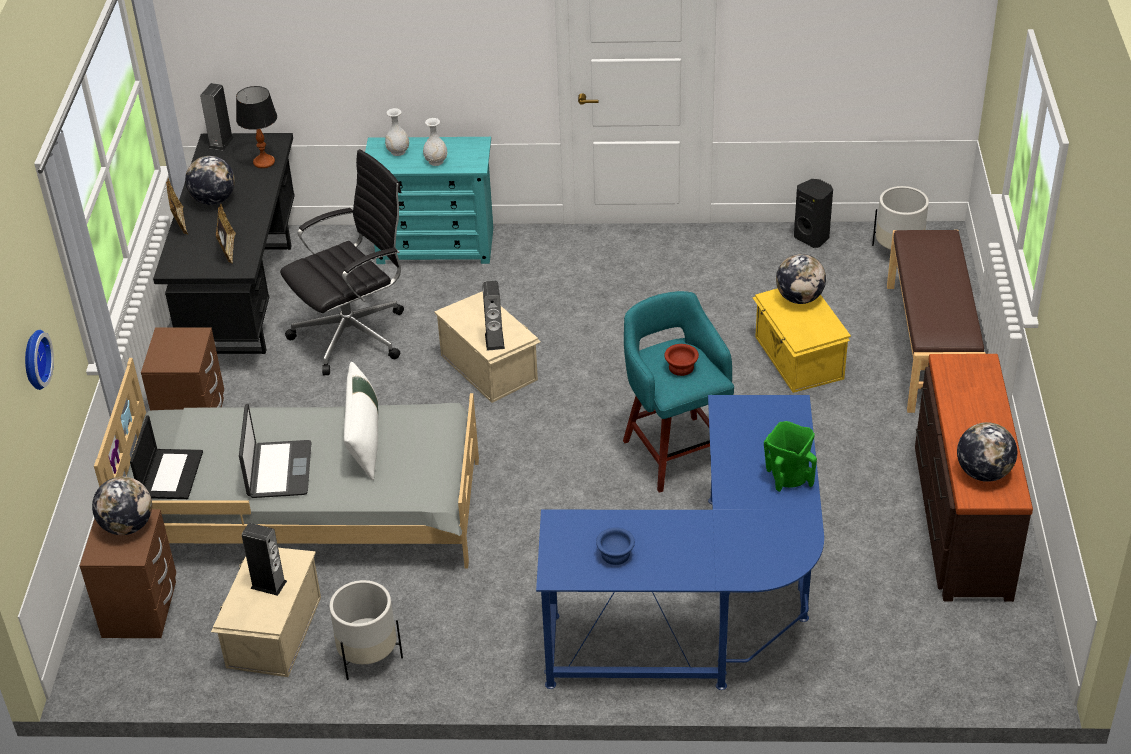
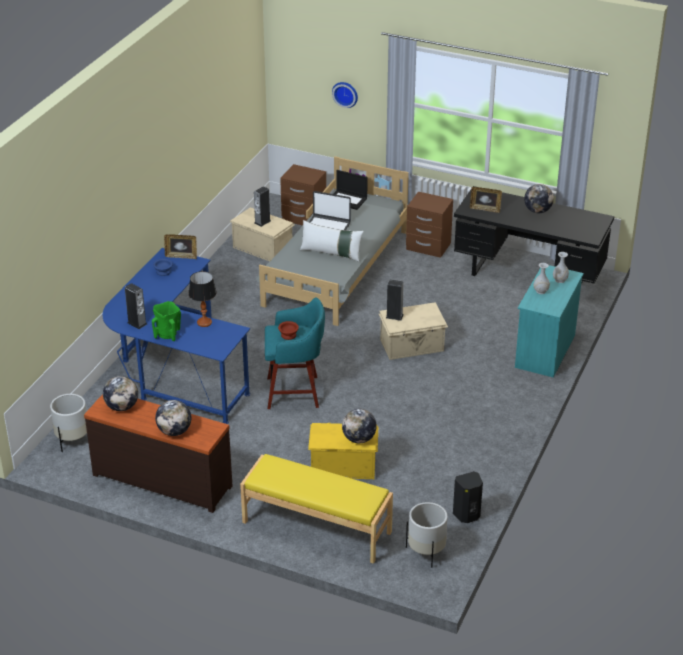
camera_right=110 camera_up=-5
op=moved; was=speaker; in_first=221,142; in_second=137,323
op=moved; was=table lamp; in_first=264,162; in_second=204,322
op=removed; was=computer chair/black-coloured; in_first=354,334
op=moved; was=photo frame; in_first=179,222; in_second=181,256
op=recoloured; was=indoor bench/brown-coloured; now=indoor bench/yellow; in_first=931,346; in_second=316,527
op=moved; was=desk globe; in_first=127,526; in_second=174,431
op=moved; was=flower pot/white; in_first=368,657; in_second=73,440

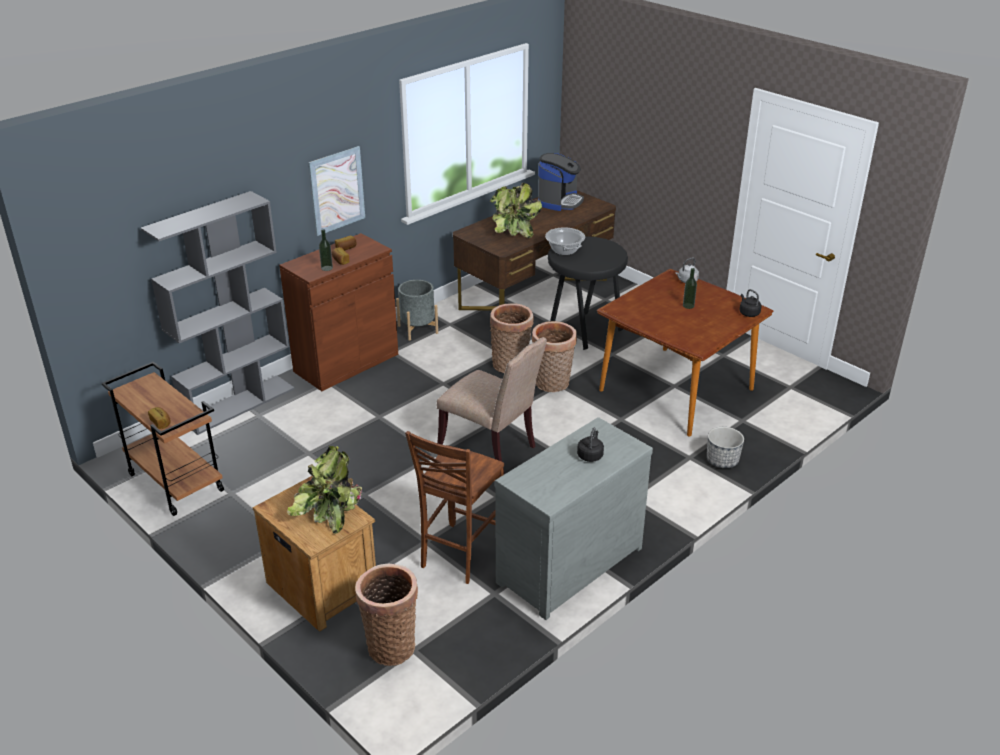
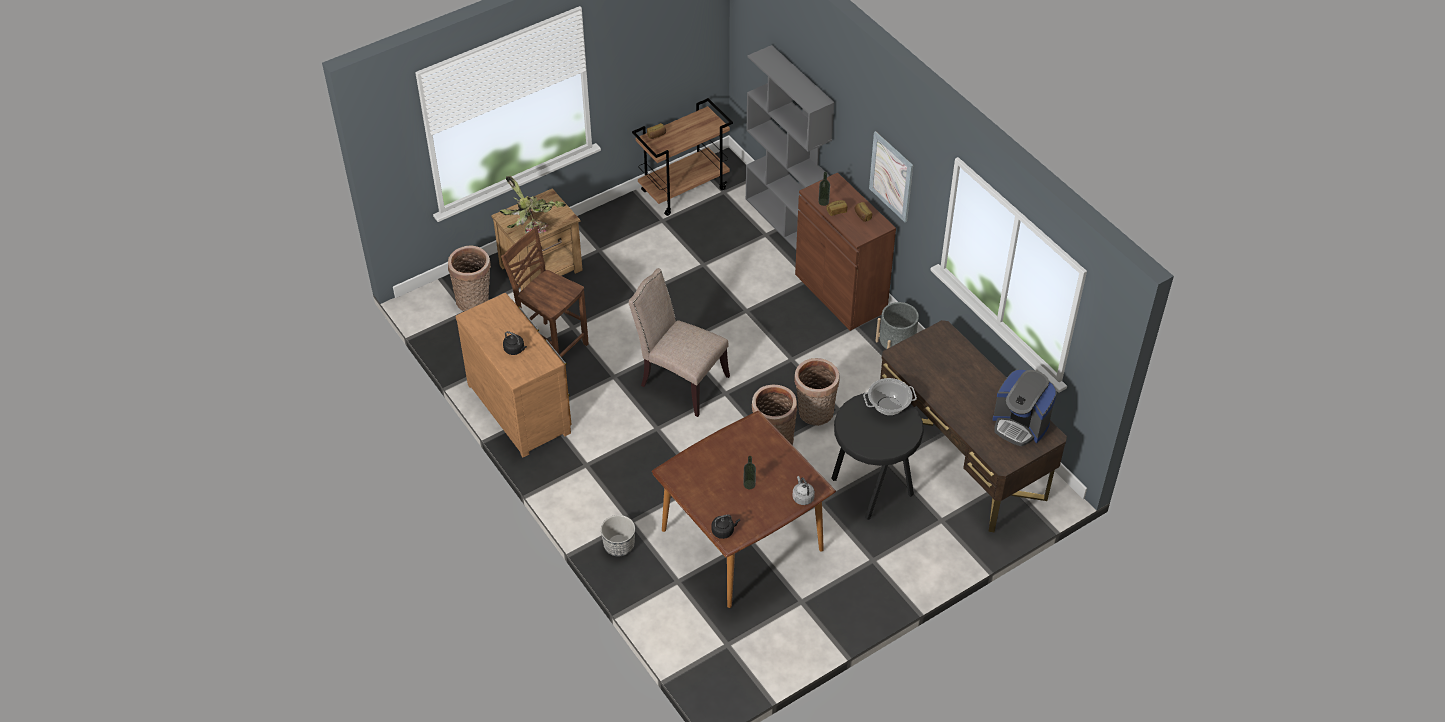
camera_right=100 camera_up=15
op=removed; was=plant in a pot; in_first=512,230
op=turned; was=plain chair/beige; in_first=491,448; in_second=680,381; clockwise=75
op=recoloured; was=dresser/grey; now=dresser/brown-coloured; in_first=566,563; in_second=521,406

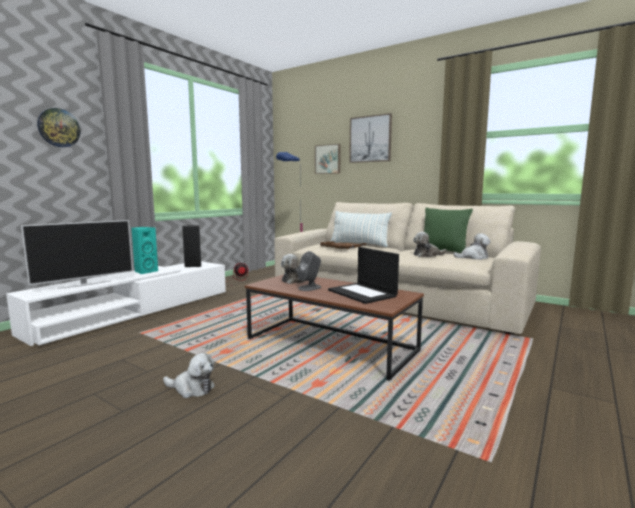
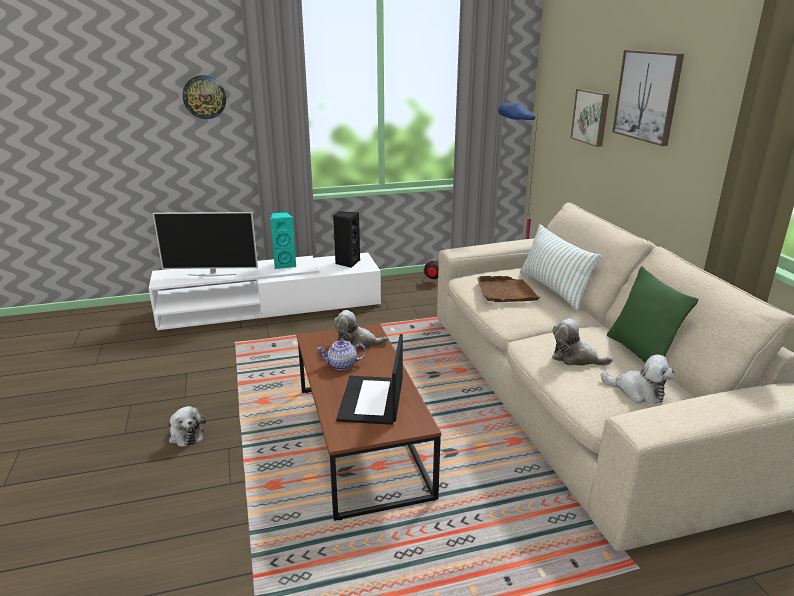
camera_right=40 camera_up=15
op=replaced; was=speaker/grey; now=pot for tea; in_first=310,288; in_second=342,365

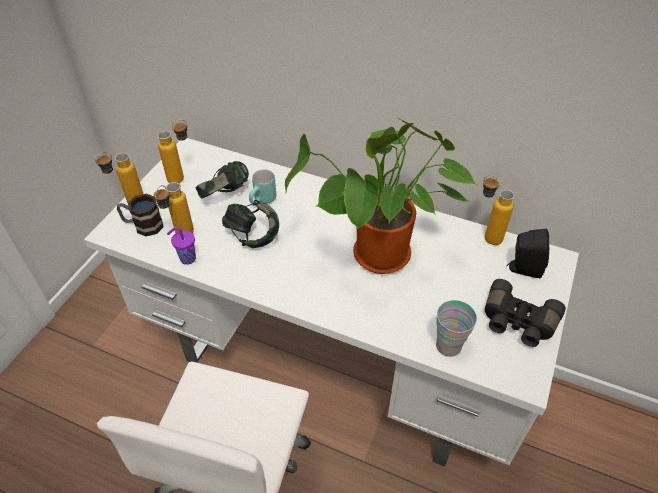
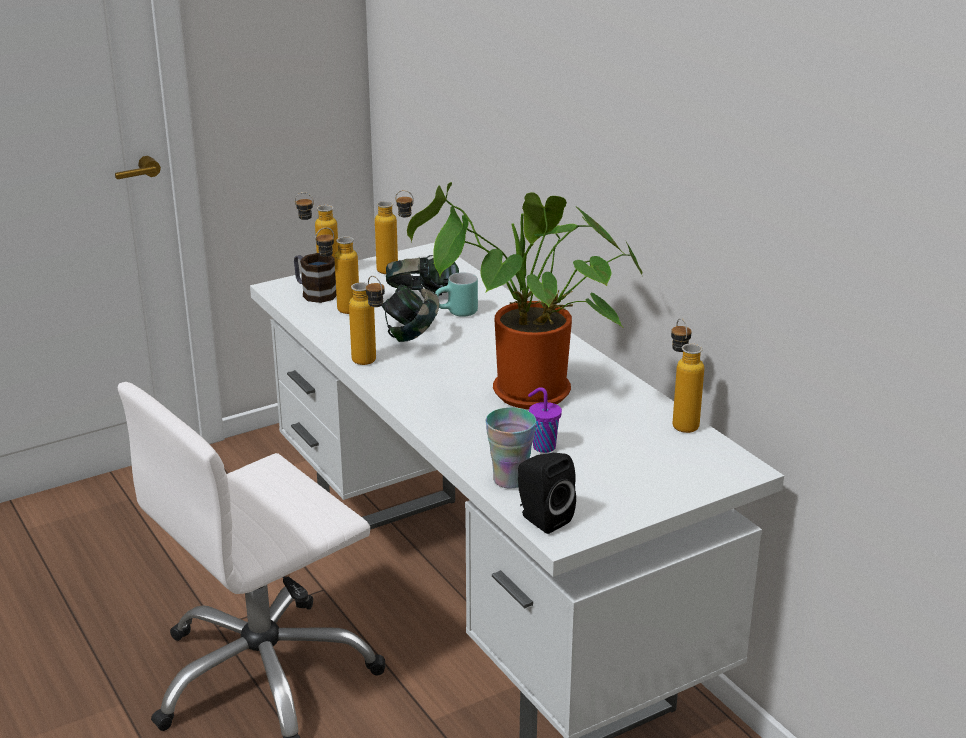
camera_right=35 camera_up=-20
op=moved; was=drinking cup/purple; in_first=187,259; in_second=542,447
op=moved; was=speaker/black-coloured; in_first=523,268; in_second=541,519
op=removed; was=pair of binoculars/black-coloured; in_first=517,322
op=added; now=beverage bottle; in_second=370,363

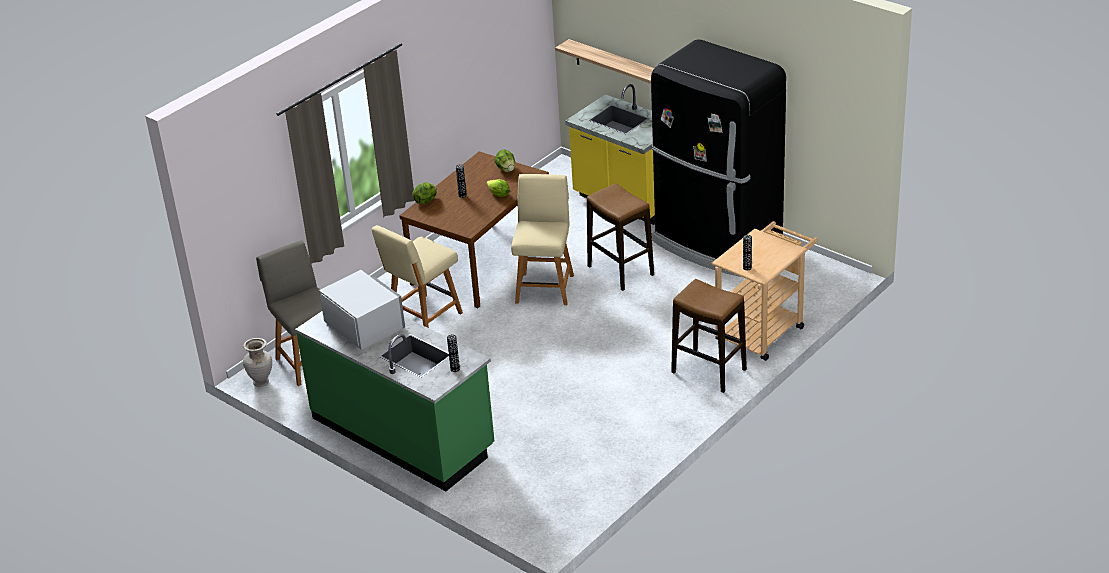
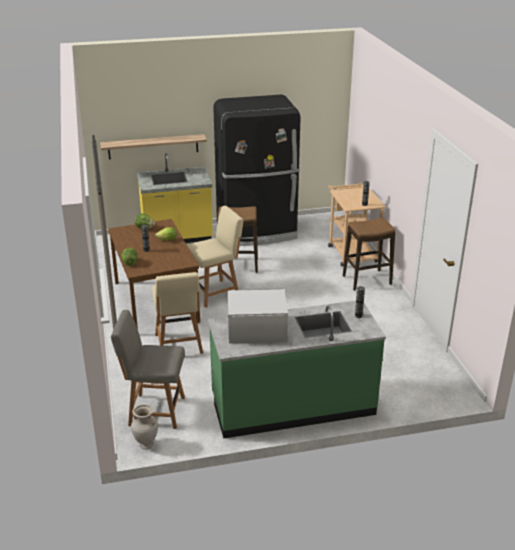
camera_right=-55 camera_up=-5
op=turned; was=plain chair/beige; in_first=545,287; in_second=215,293; clockwise=105

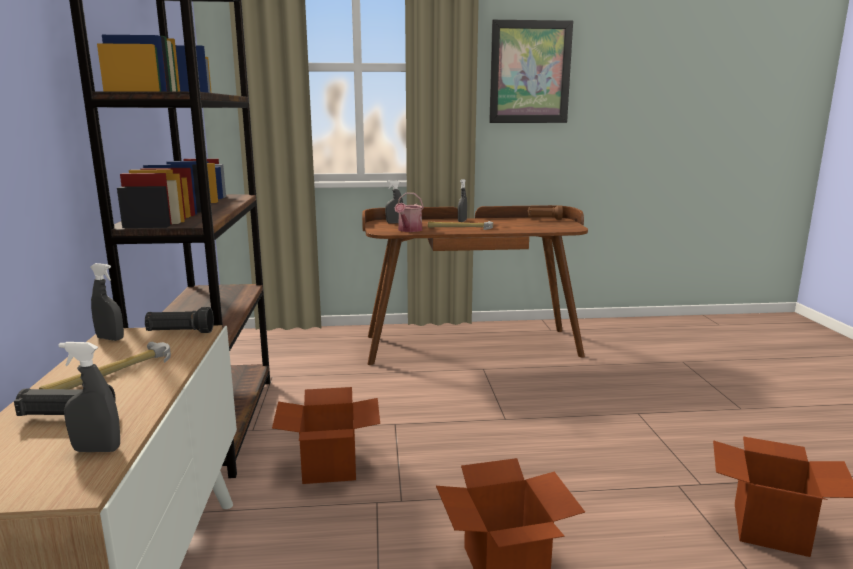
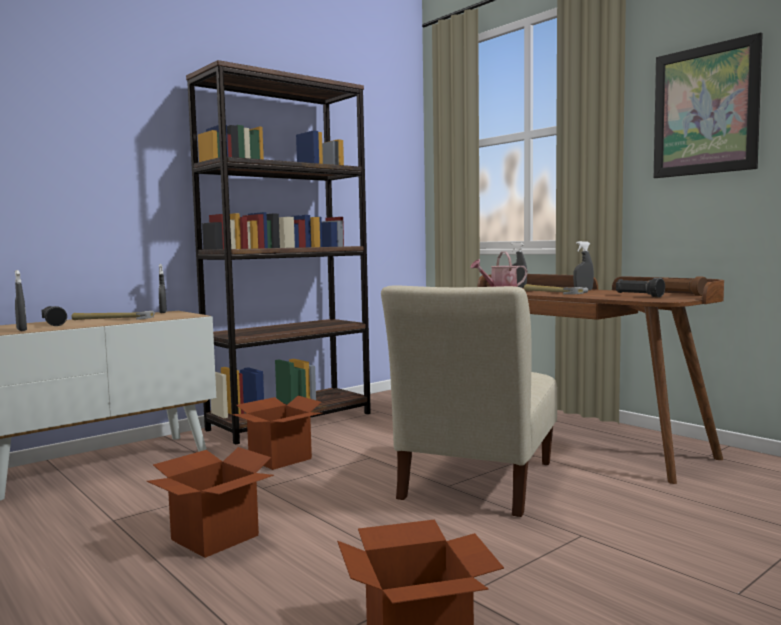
camera_right=55 camera_up=-10
op=moved; was=torch/black-coloured; in_first=180,332; in_second=638,296
op=added; now=plain chair/beige; in_second=476,484

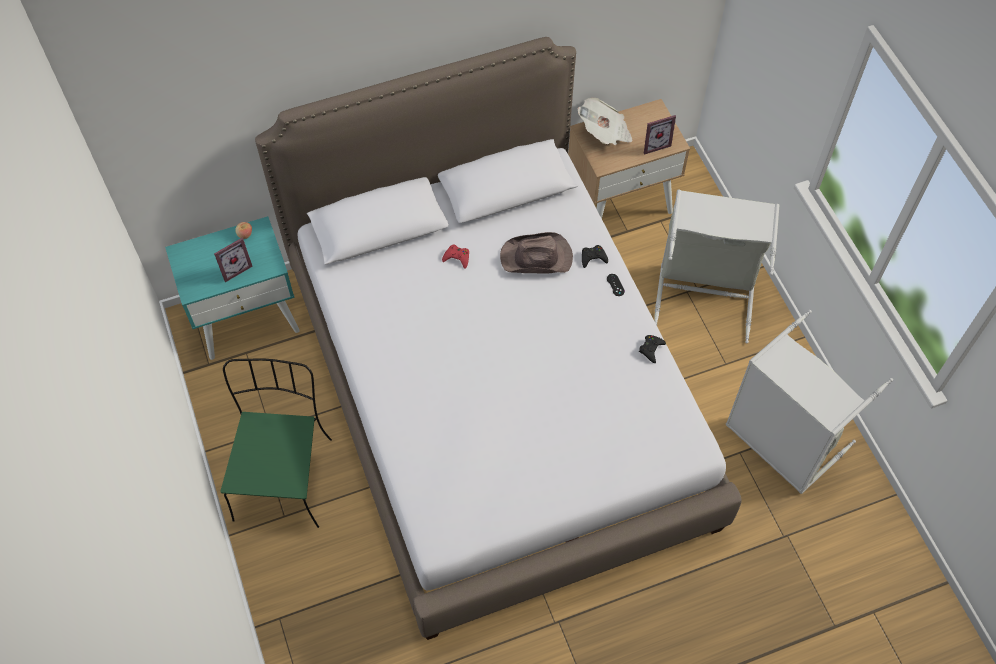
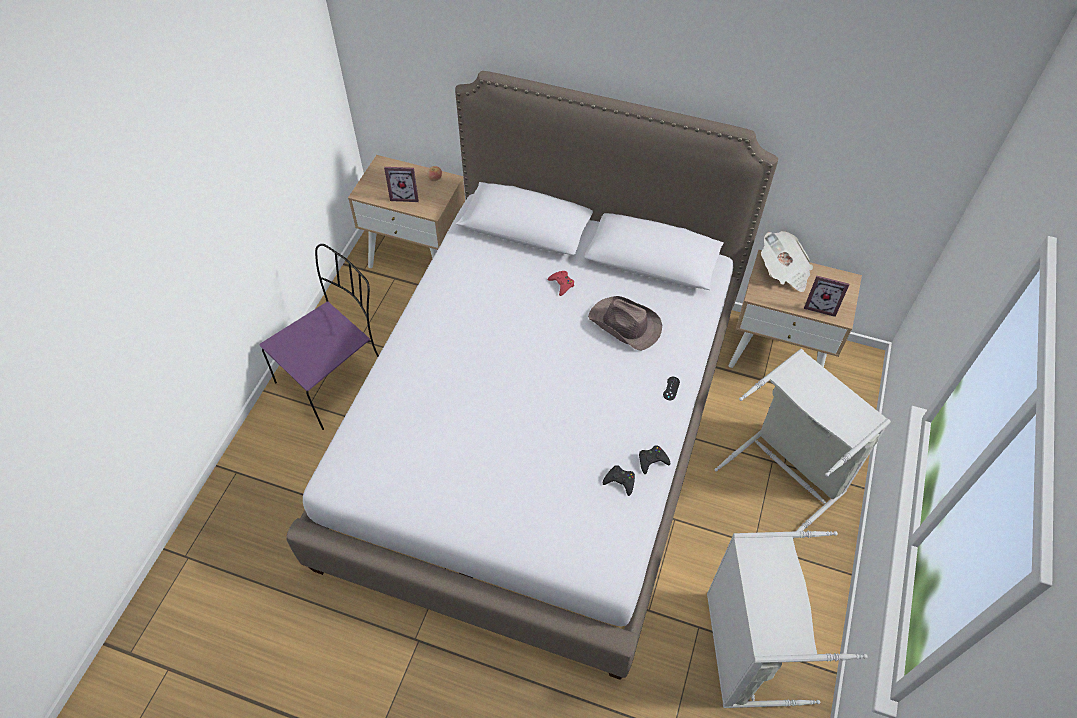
camera_right=40 camera_up=-5
op=recoloured; was=nightstand/turquoise-coloured; now=nightstand/beige; in_first=247,317; in_second=418,256
op=moved; was=joypad/black-coloured; in_first=593,258; in_second=620,481
op=recoloured; was=plain chair/greenish; now=plain chair/purple; in_first=284,476; in_second=336,377

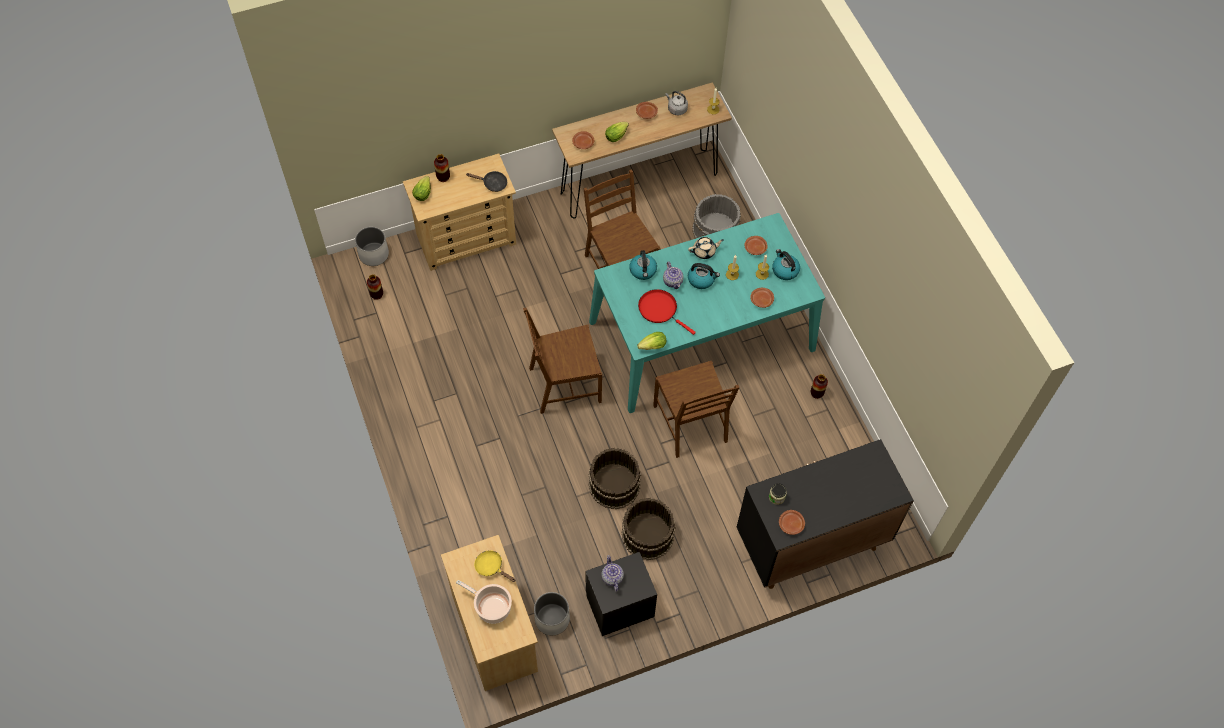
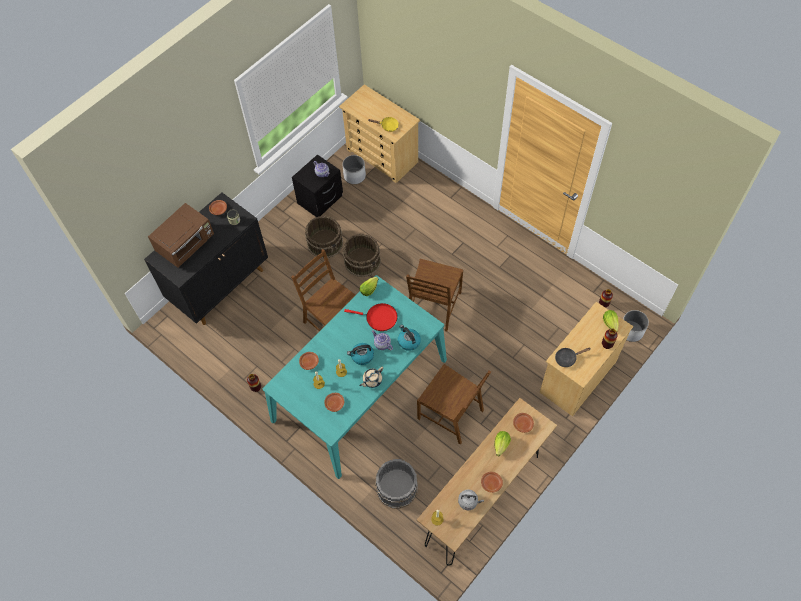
camera_right=155 camera_up=0
op=removed; was=tea kettle; in_first=784,270
op=turned; was=plain chair/brown-coloured; in_first=564,384; in_second=434,307; clockwise=150
op=removed; was=saucepot; in_first=491,607
op=added; now=microwave oven/brown-coloured; in_second=186,245

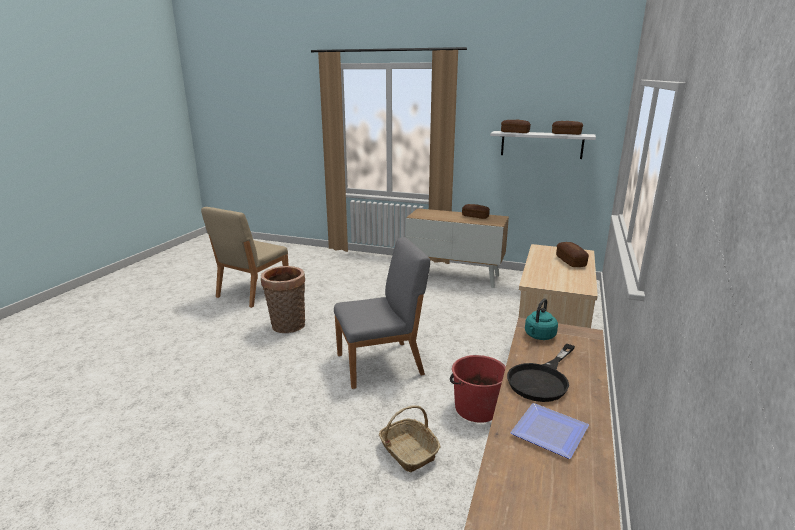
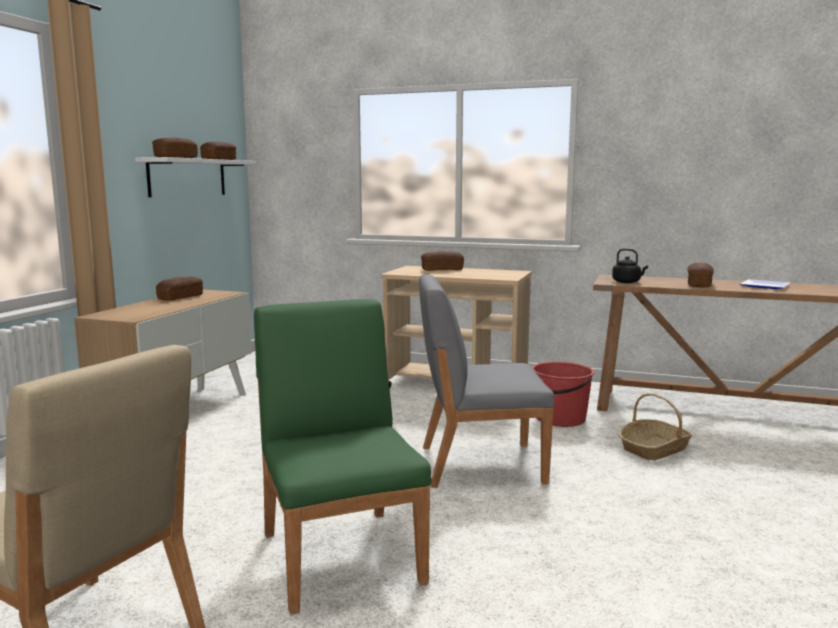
camera_right=-90 camera_up=-10
op=turned; was=plain chair/grey; in_first=381,364; in_second=479,464; clockwise=-75
op=replaced; was=basket; now=plain chair/greenish; in_first=287,327; in_second=342,555
op=recoloured; was=tea kettle/turquoise-coloured; now=tea kettle/black-coloured; in_first=539,336; in_second=627,282
op=replaced; was=skillet/black-coloured; now=baked bread; in_first=542,379; in_second=699,284

